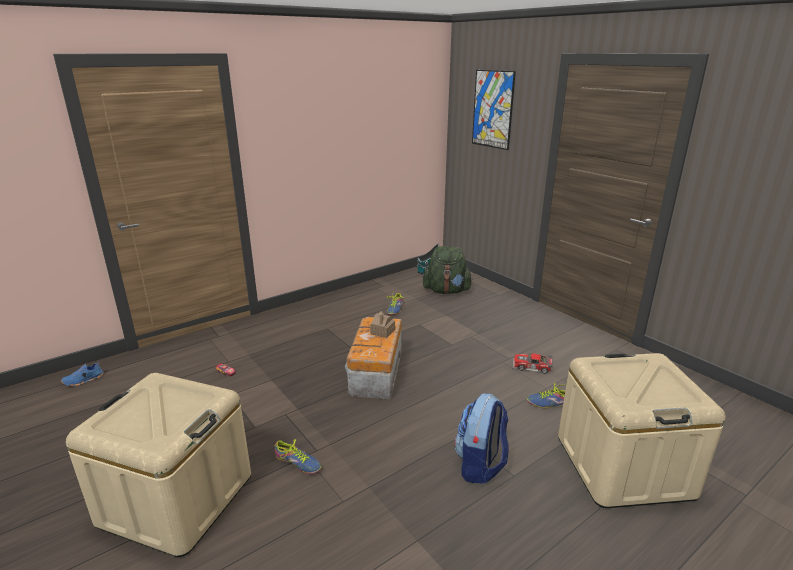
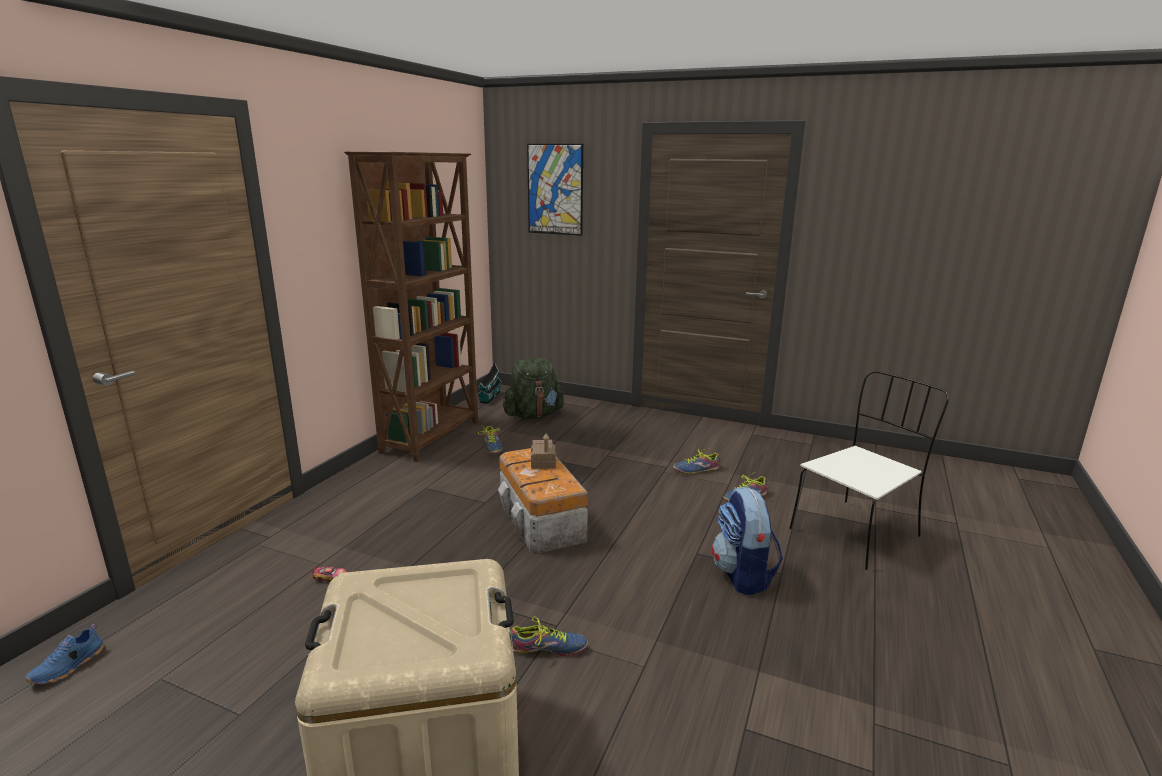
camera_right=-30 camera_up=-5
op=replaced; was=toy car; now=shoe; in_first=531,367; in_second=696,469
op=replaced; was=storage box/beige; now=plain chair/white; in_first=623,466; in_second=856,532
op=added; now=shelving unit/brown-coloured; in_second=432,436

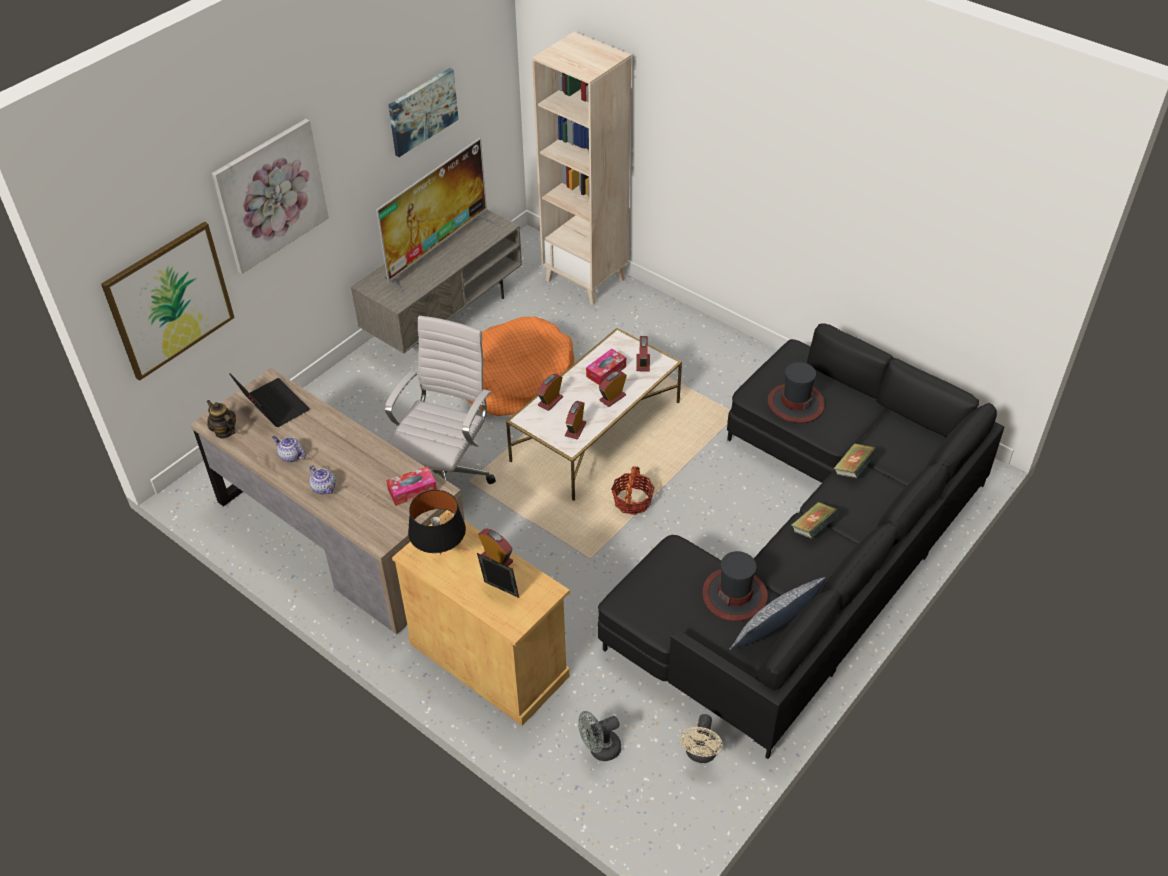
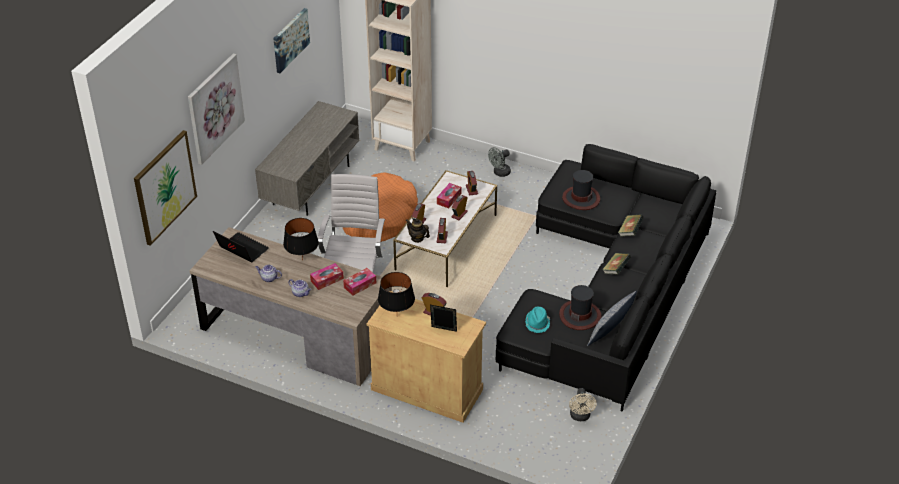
camera_right=-15 camera_up=-5
op=removed; was=TV; in_first=438,251
op=moved; was=pot for tea; in_first=224,431; in_second=417,238
op=removed; was=basket; in_first=632,501
op=moved; was=cooling fan/grey; in_first=600,749; in_second=499,173
op=added; now=table lamp/black-coloured; in_second=302,260
op=added; now=box of tissues; in_second=327,280
op=added; now=wearable hat/turquoise-coloured; in_second=537,323

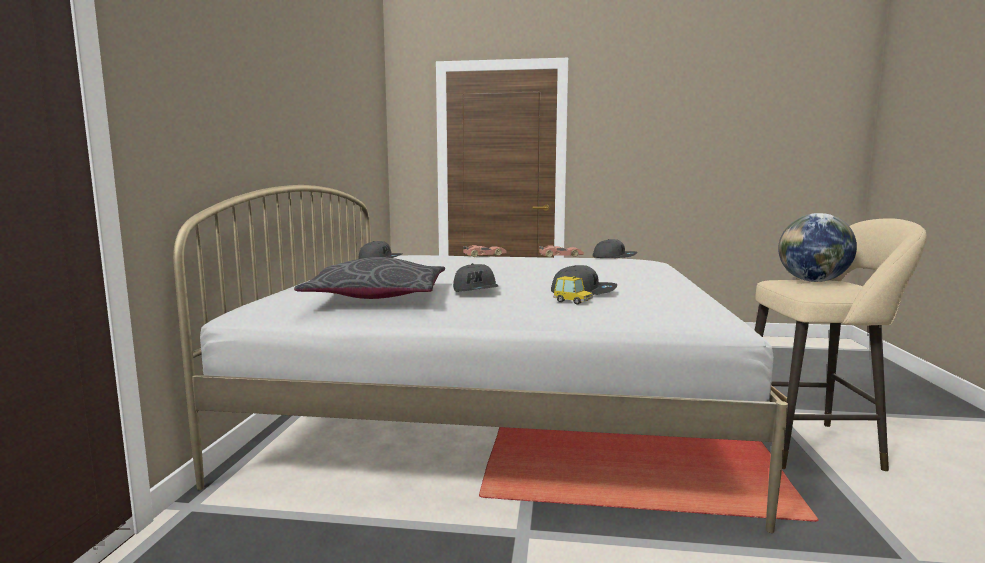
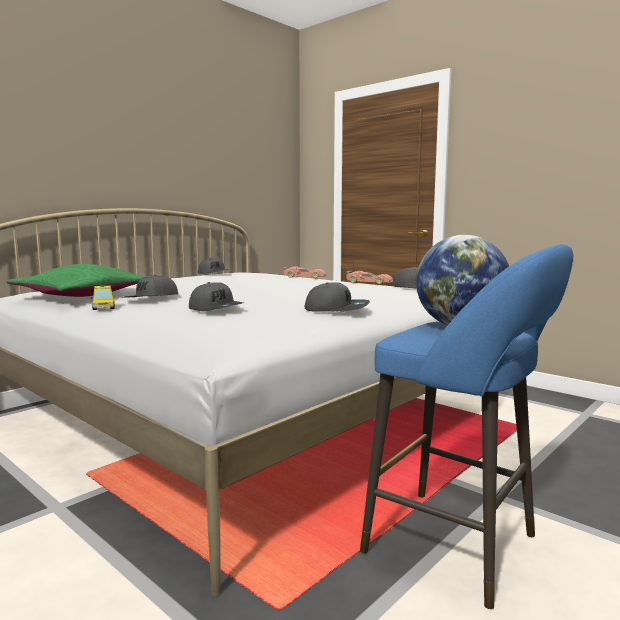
camera_right=35 camera_up=0
op=recoloured; was=stool/beige; now=stool/blue; in_first=815,445; in_second=460,547
op=recoloured; was=cushion/grey; now=cushion/greenish; in_first=378,296; in_second=83,296
op=moved; was=toy car; in_first=573,301; in_second=103,308
op=added; now=baseball cap/grey; in_second=337,309

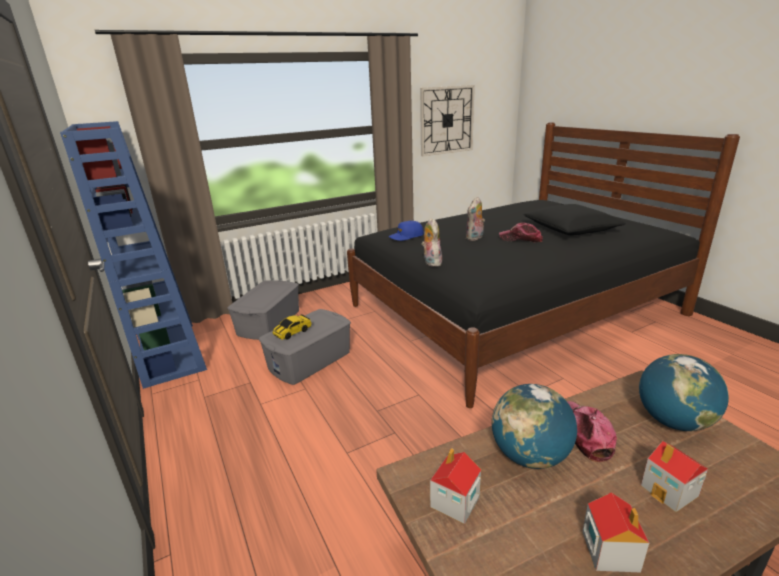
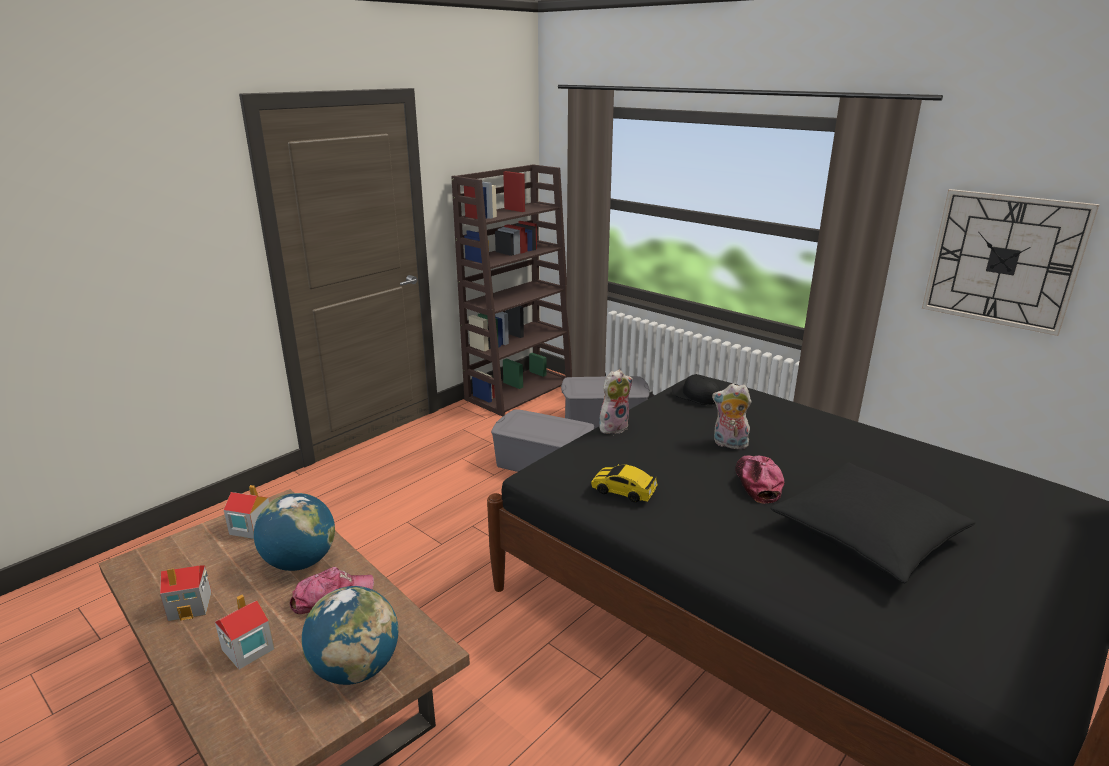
camera_right=70 camera_up=0
op=recoloured; was=shelving unit/blue; now=shelving unit/brown-coloured; in_first=169,353; in_second=520,390
op=recoloured; was=baseball cap/blue; now=baseball cap/black-coloured; in_first=406,236; in_second=696,396
op=moved; was=toy car; in_first=292,332; in_second=623,491

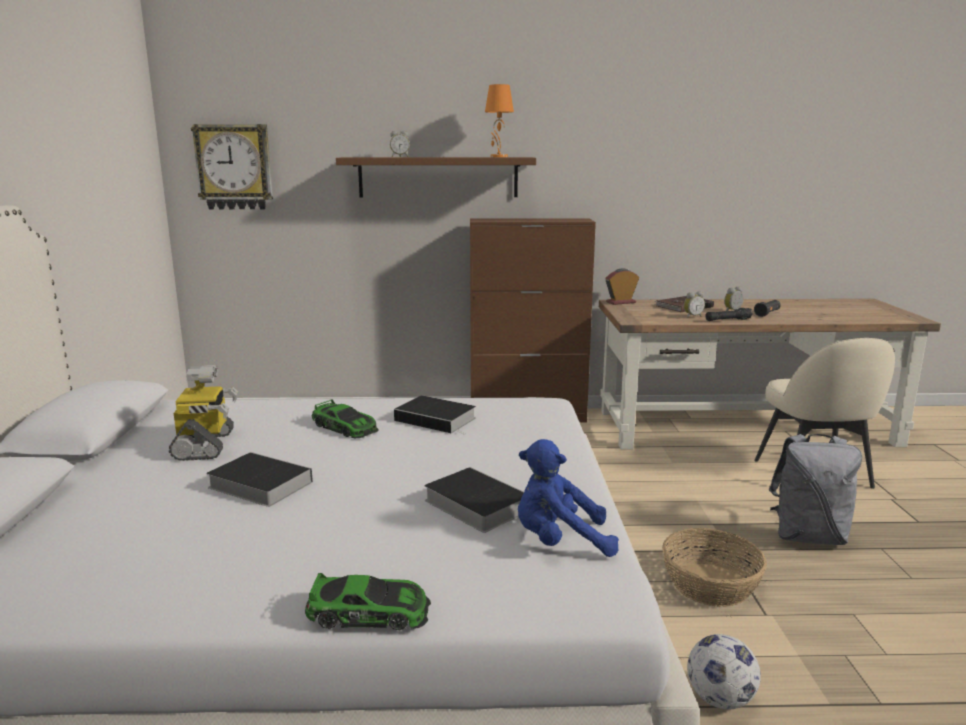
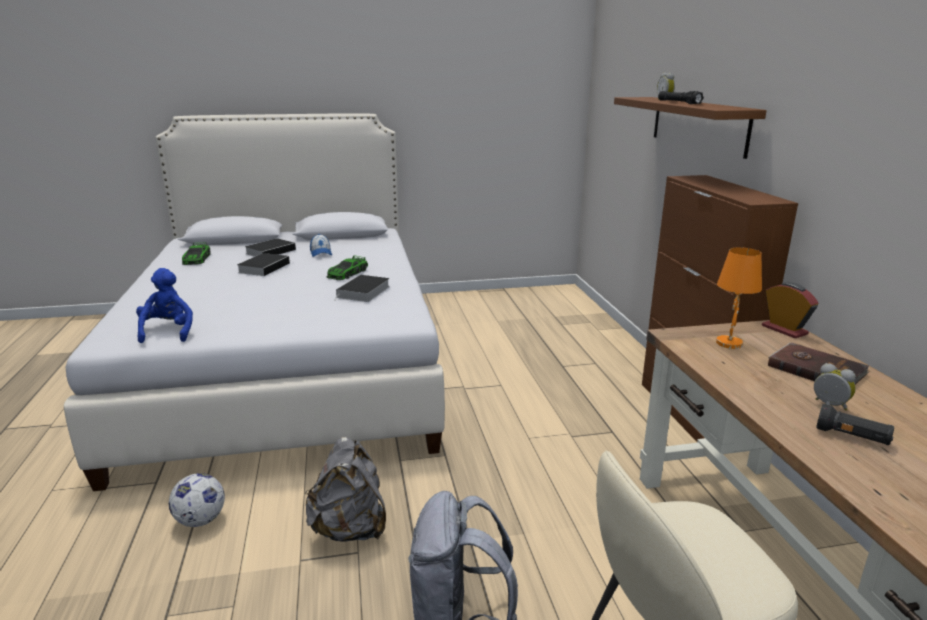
camera_right=80 camera_up=5
op=moved; was=table lamp/orange-coloured; in_first=498,157; in_second=728,343
op=removed; was=wall clock; in_first=234,167
op=removed; was=table clock; in_first=692,316
op=moved; was=torch/black-coloured; in_first=728,320; in_second=678,103
op=replaced; was=robot figure; now=baseball cap; in_first=206,445; in_second=321,253
op=moved; was=bound book; in_first=474,504; in_second=271,251
op=replaced; was=basket; now=knapsack/grey; in_first=710,584; in_second=350,529
op=moved; was=toy car; in_first=369,612; in_second=197,259

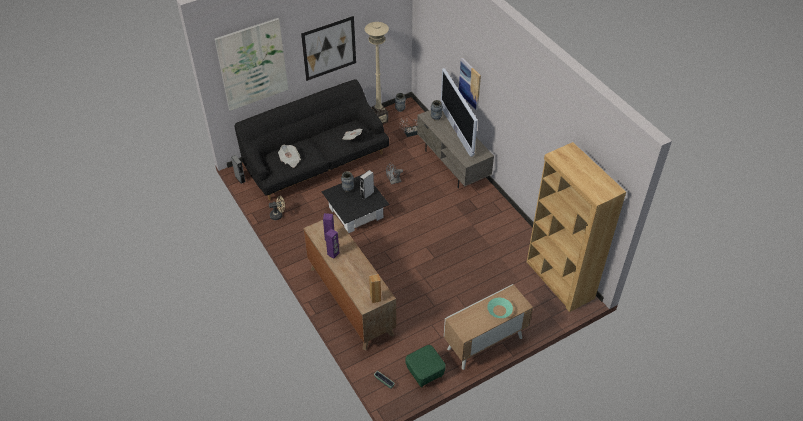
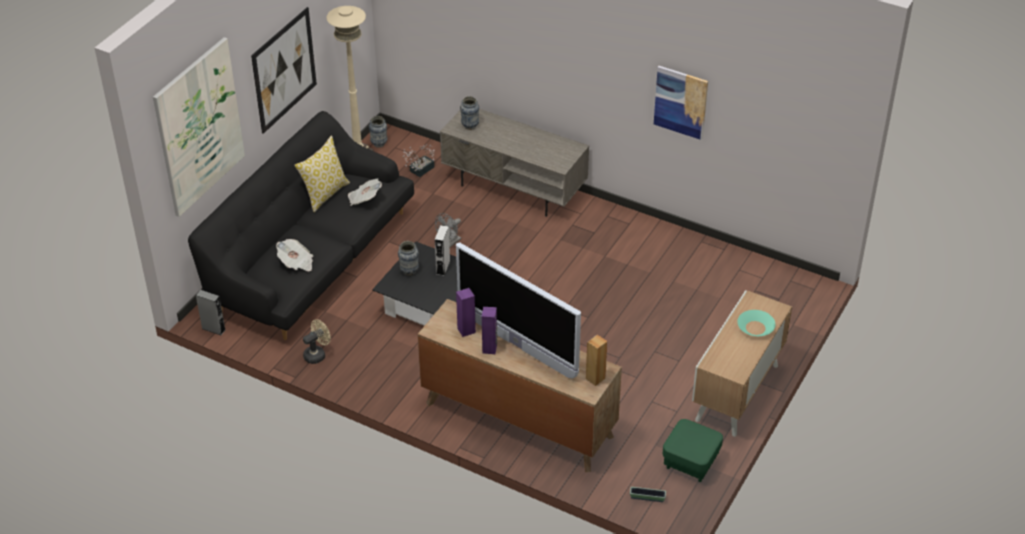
camera_right=-30 camera_up=-5
op=moved; was=wall picture; in_first=470,83; in_second=680,102
op=moved; was=TV; in_first=456,132; in_second=517,345
op=removed; was=shelving unit/brown-coloured; in_first=559,280
op=added; now=cushion; in_second=325,194

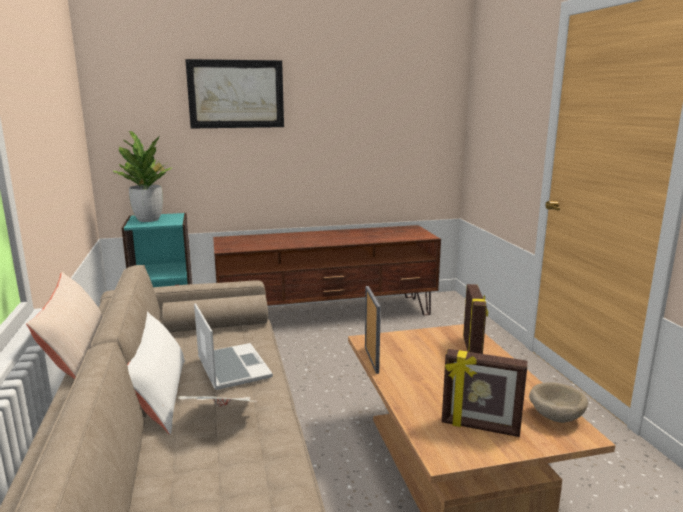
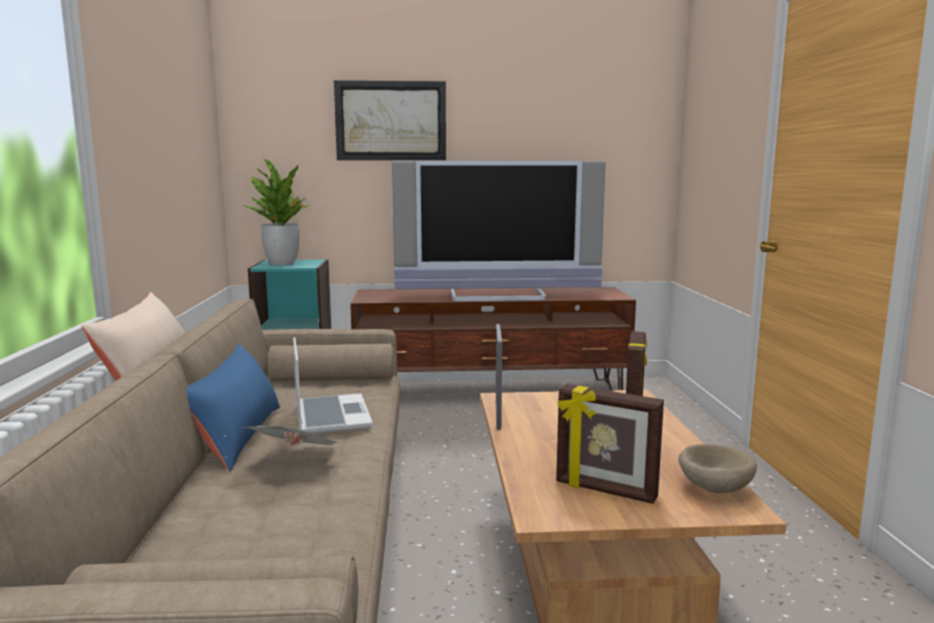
camera_right=10 camera_up=-5
op=recoloured; was=cushion/white; now=cushion/blue; in_first=160,395; in_second=237,436
op=added; now=TV; in_second=498,297

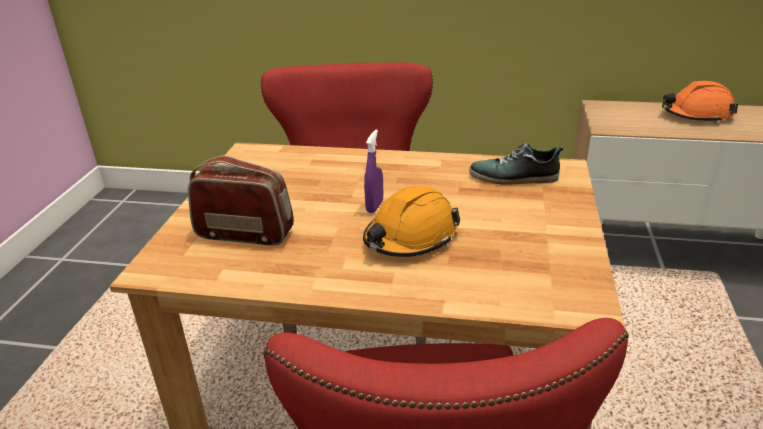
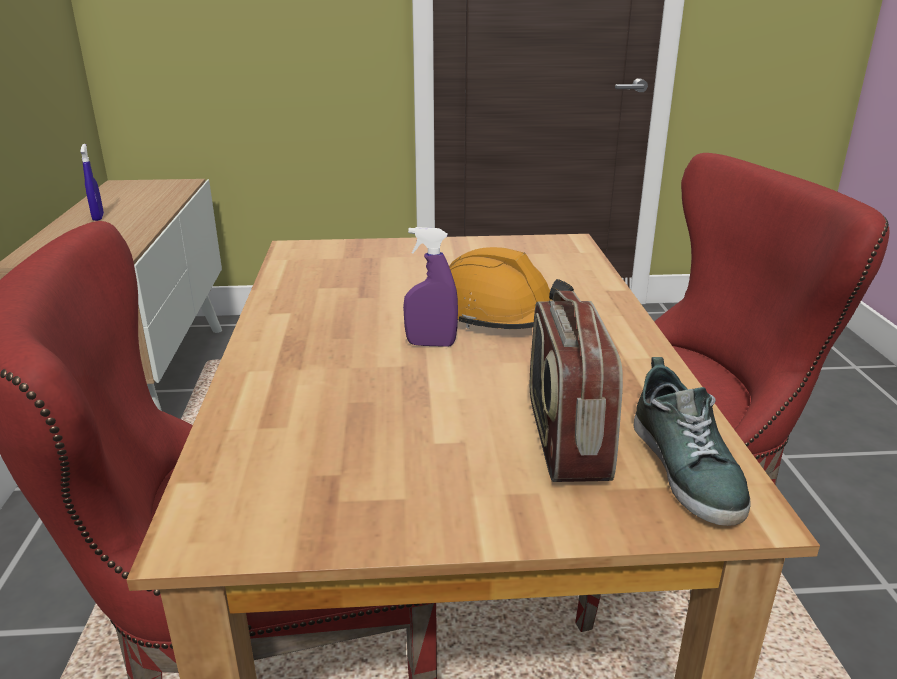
camera_right=-105 camera_up=-5
op=replaced; was=work helmet/orange-coloured; now=sprayer/blue; in_first=696,115; in_second=98,217
op=moved; was=shoe; in_first=514,177; in_second=687,467

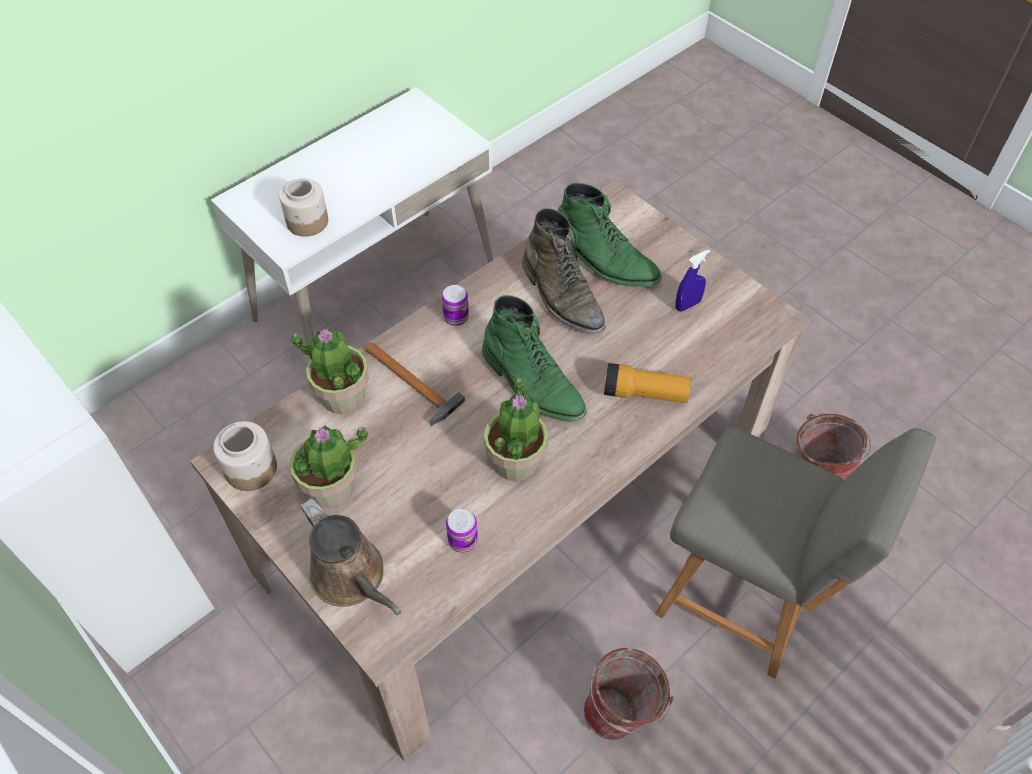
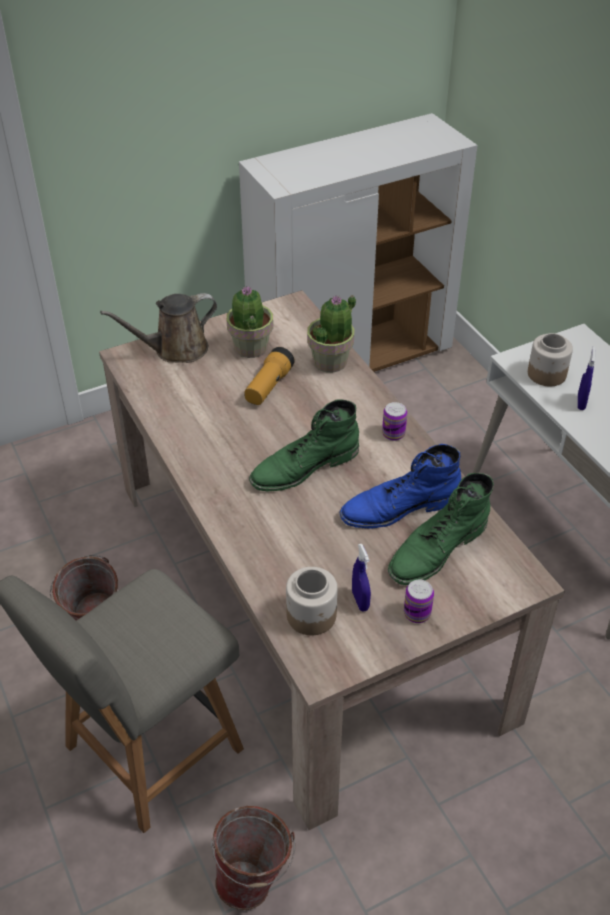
camera_right=105 camera_up=-10
op=recoloured; was=high-top boot/greenish; now=high-top boot/blue; in_first=562,296; in_second=399,507
op=removed; was=hand hammer; in_first=413,385
op=moved; was=torch; in_first=645,393; in_second=268,386
op=removed; was=plant in a pot; in_first=516,461
op=moved; was=jar; in_first=251,468; in_second=312,615
op=moved; was=sealed can; in_first=463,540; in_second=417,613
op=added; now=sprayer/blue; in_second=581,403

